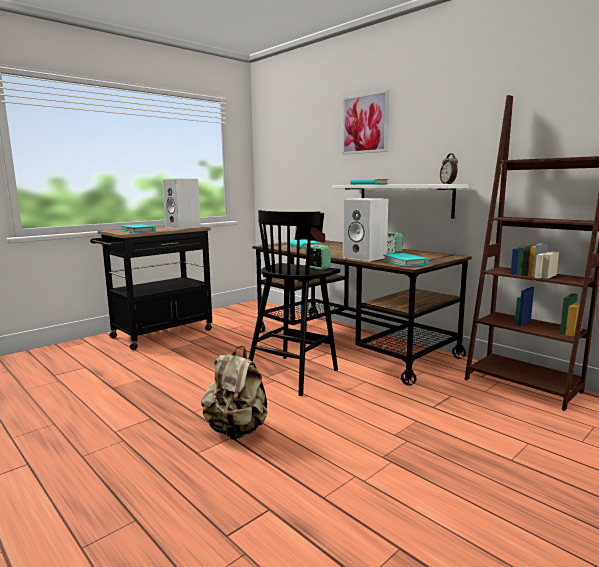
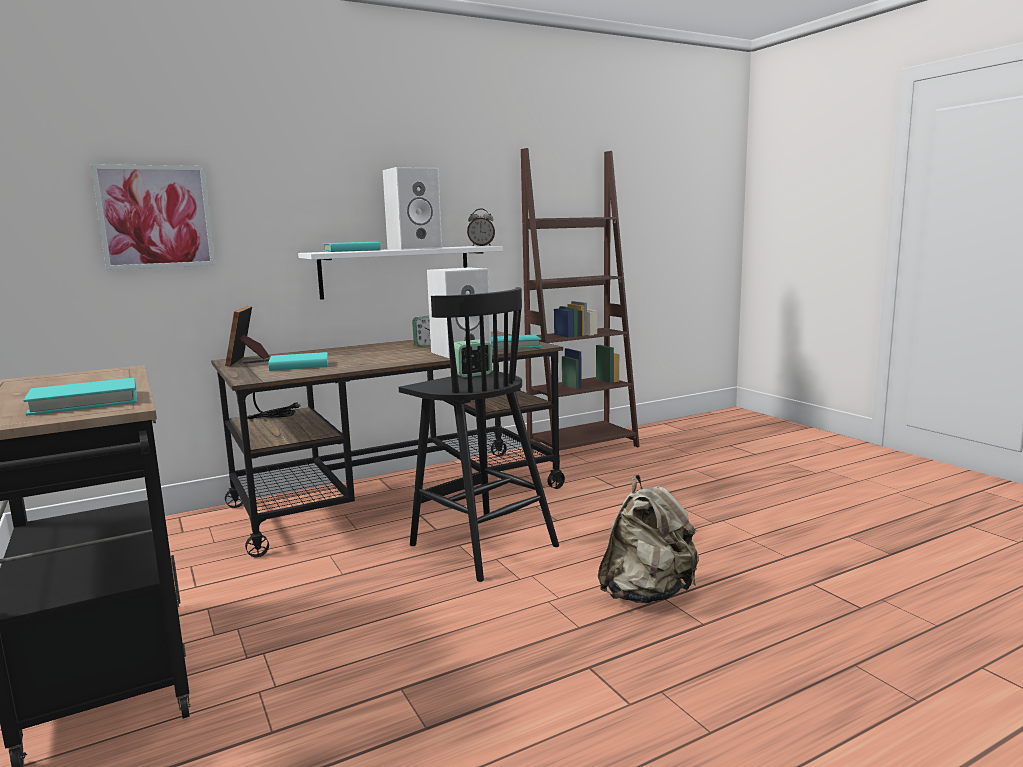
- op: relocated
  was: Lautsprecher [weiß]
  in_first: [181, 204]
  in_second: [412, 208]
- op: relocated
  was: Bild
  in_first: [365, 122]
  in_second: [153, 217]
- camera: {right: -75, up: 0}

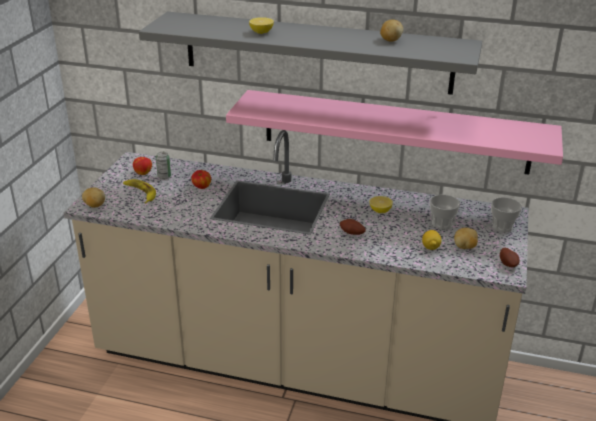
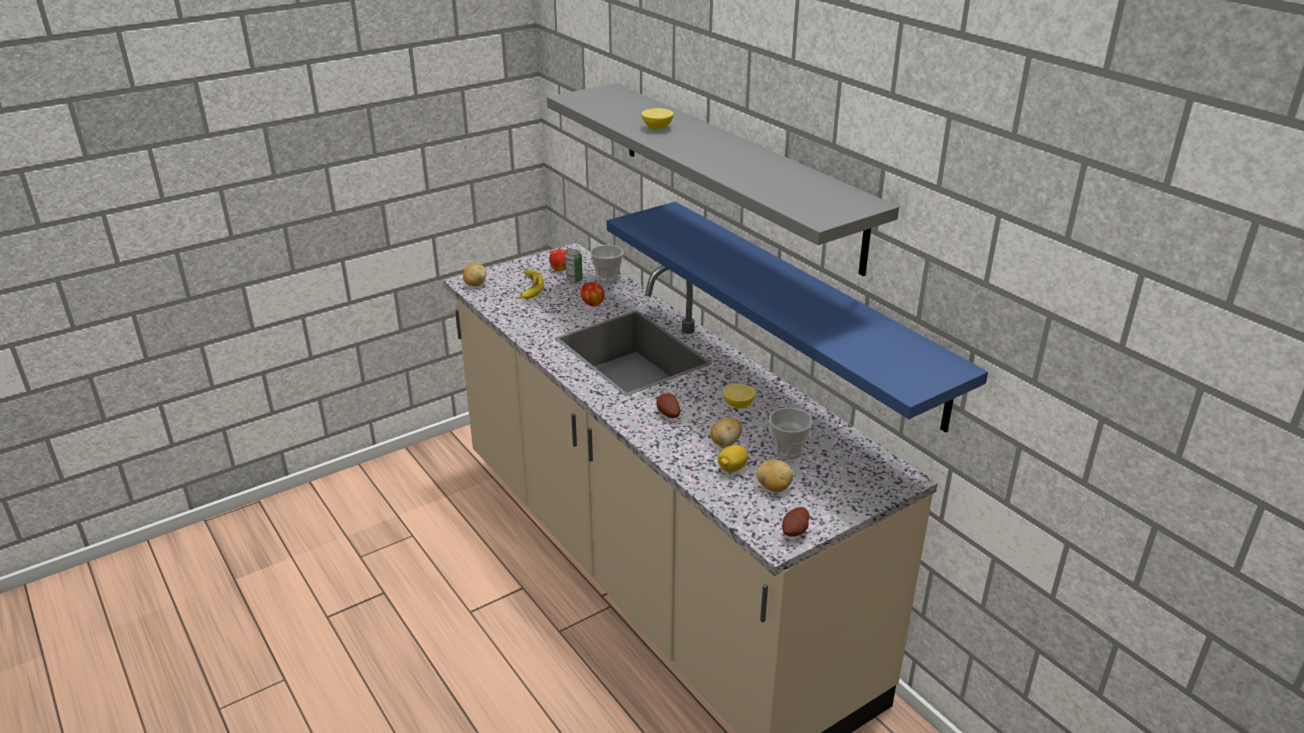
- op: colour
  was: Wandregal [rosa]
  now: Wandregal [blau]
  in_first: [394, 132]
  in_second: [797, 317]
- op: relocated
  was: Kartoffel
  in_first: [391, 30]
  in_second: [726, 432]
- op: relocated
  was: Tasse
  in_first: [506, 215]
  in_second: [606, 264]
- camera: {right: 40, up: 0}

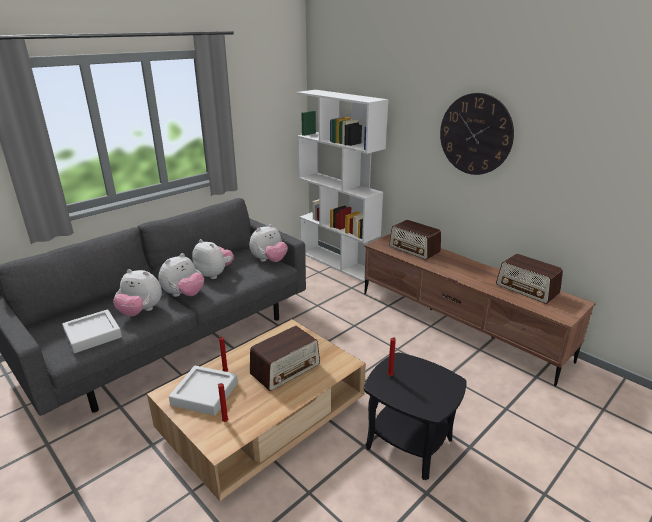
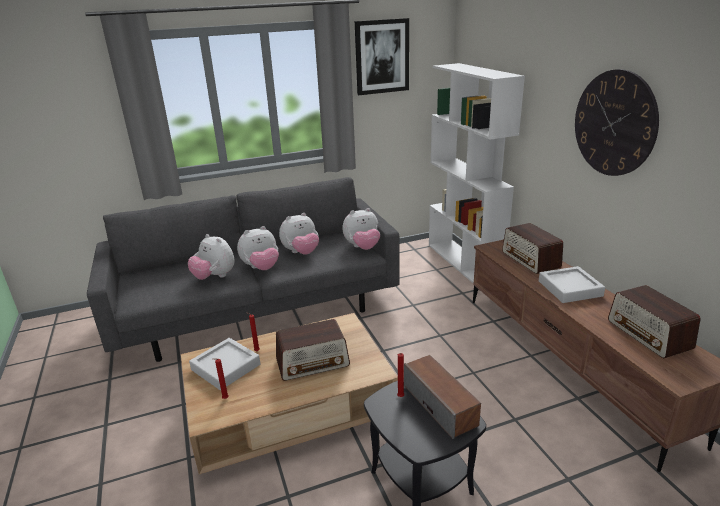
- op: relocated
  was: Tablett [grau]
  in_first: [92, 331]
  in_second: [572, 284]
- op: spun
  was: Plüschtier
  in_first: [213, 259]
  in_second: [299, 234]
  clockwise: 90
- op: appeared
  now: Bild
  in_second: [382, 56]
- op: appeared
  now: Lautsprecher
  in_second: [442, 397]
- camera: {right: 25, up: 0}

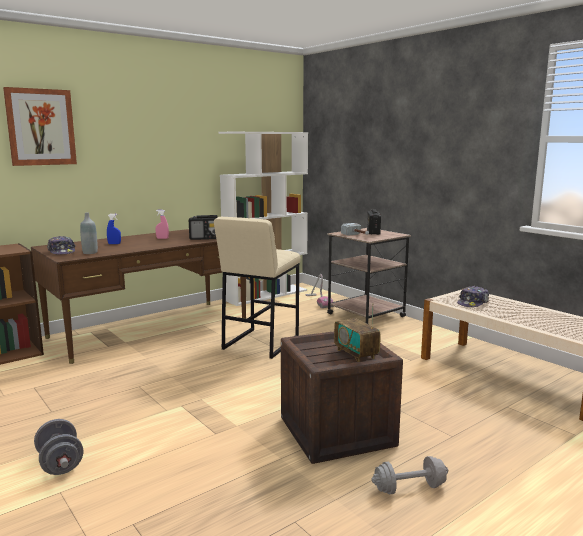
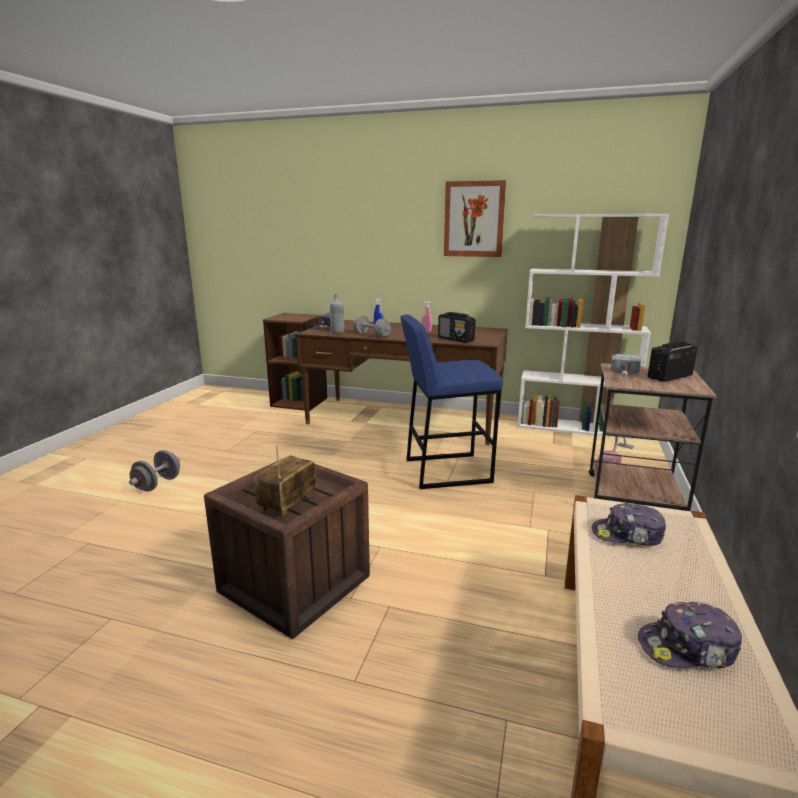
- op: relocated
  was: Bild
  in_first: [40, 126]
  in_second: [475, 218]
- op: colour
  was: Hocker [beige]
  now: Hocker [blau]
  in_first: [257, 288]
  in_second: [451, 401]
- op: relocated
  was: Hantel [grau]
  in_first: [409, 475]
  in_second: [372, 326]
- op: appeared
  now: Kappe
  in_second: [690, 635]
- camera: {right: 55, up: 5}

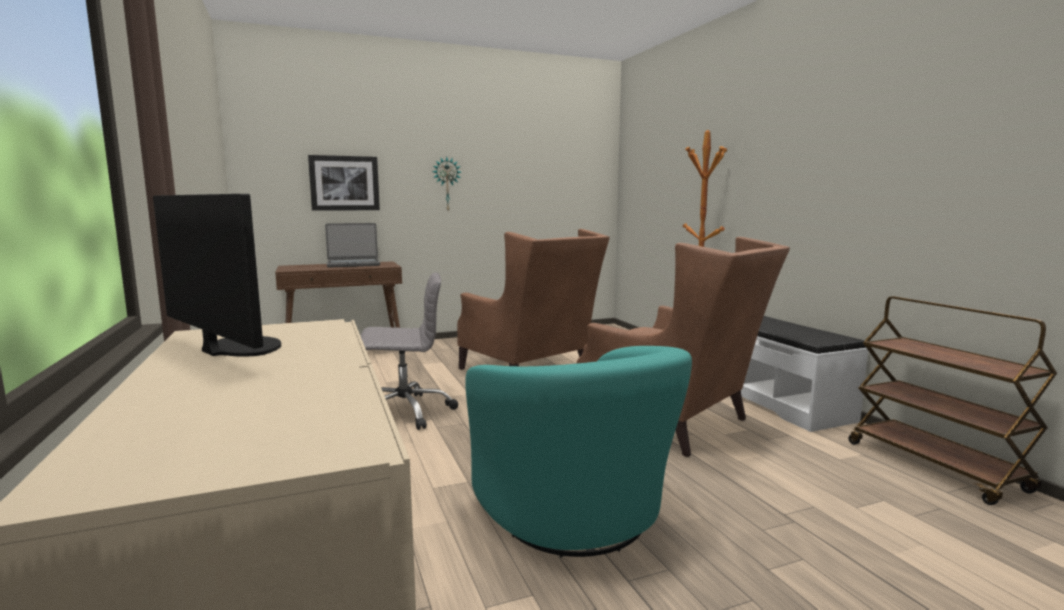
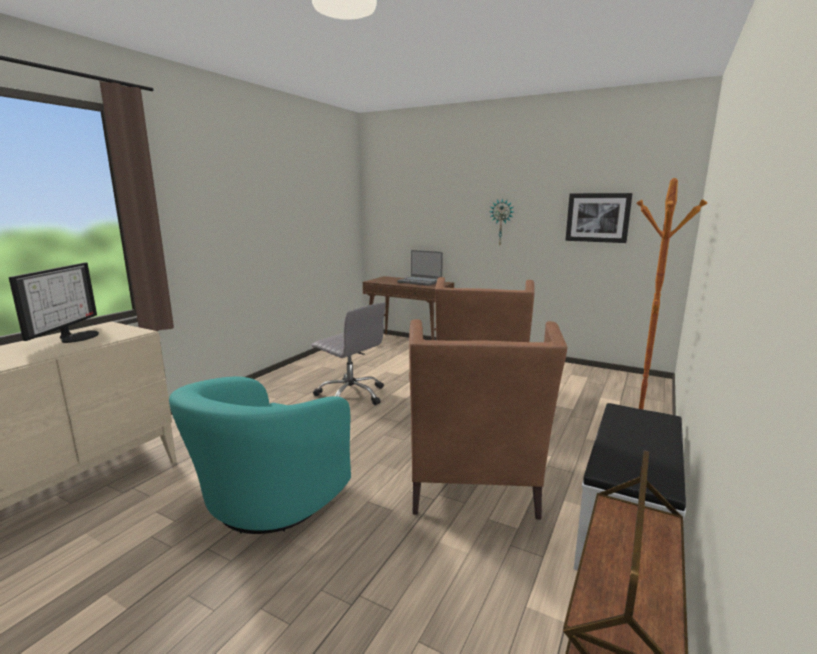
- op: relocated
  was: Bild
  in_first: [344, 183]
  in_second: [599, 218]
- camera: {right: 50, up: 5}

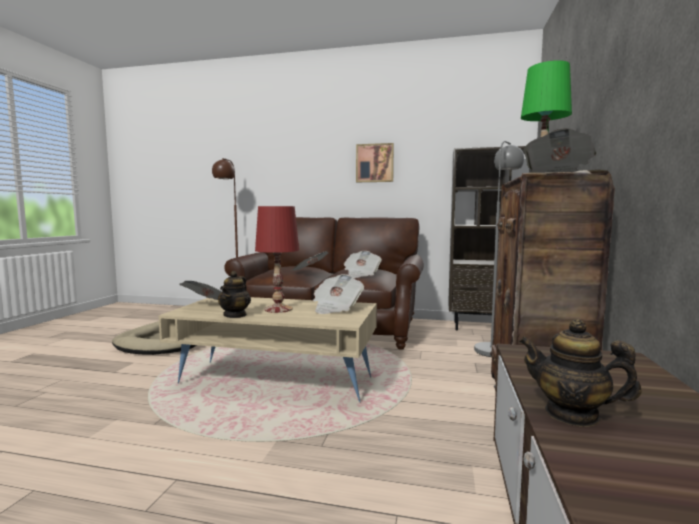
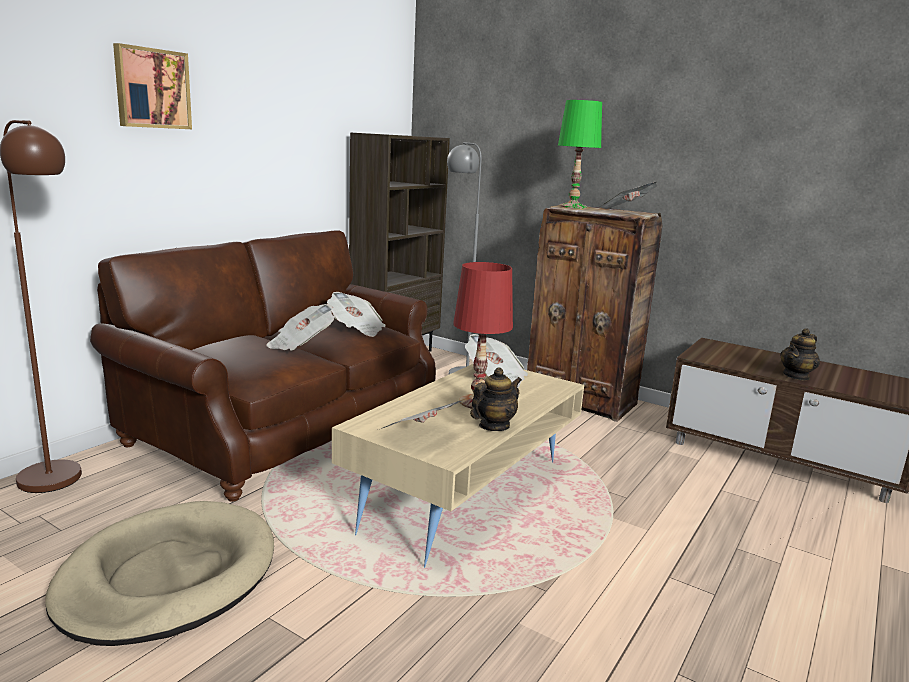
- op: spun
  was: Teekanne
  in_first: [234, 294]
  in_second: [496, 399]
  clockwise: -75
- op: relocated
  was: Bild
  in_first: [375, 162]
  in_second: [152, 86]
- camera: {right: -70, up: 10}

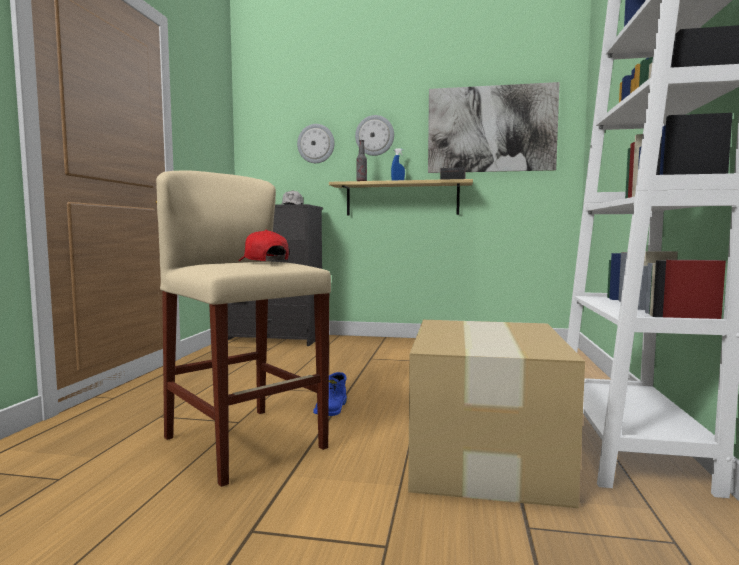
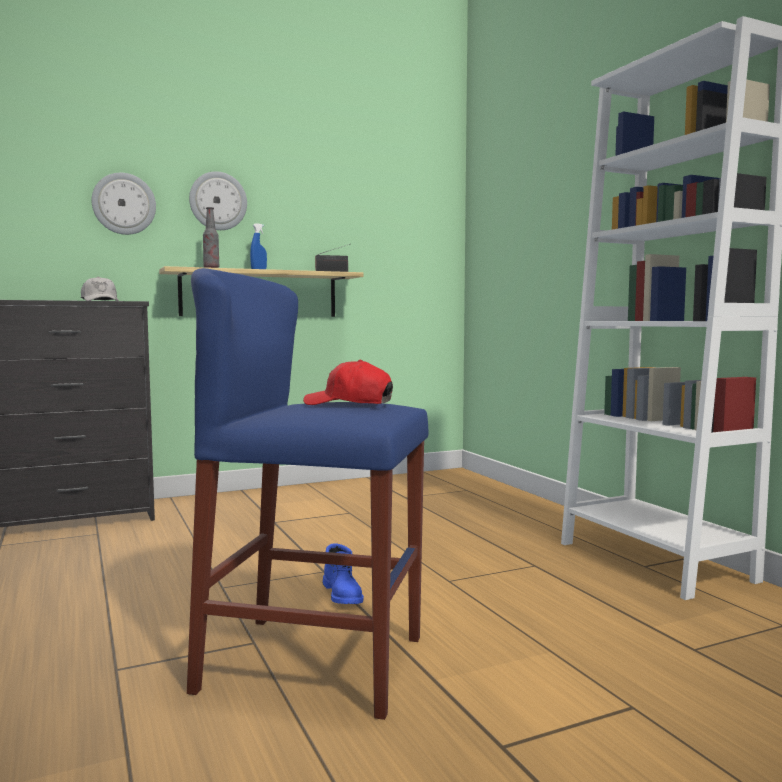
- op: colour
  was: Hocker [beige]
  now: Hocker [blau]
  in_first: [243, 328]
  in_second: [307, 494]
- op: missing
  was: Karton
  in_first: [496, 414]
- op: missing
  was: Bild
  in_first: [494, 127]
- camera: {right: -35, up: 0}

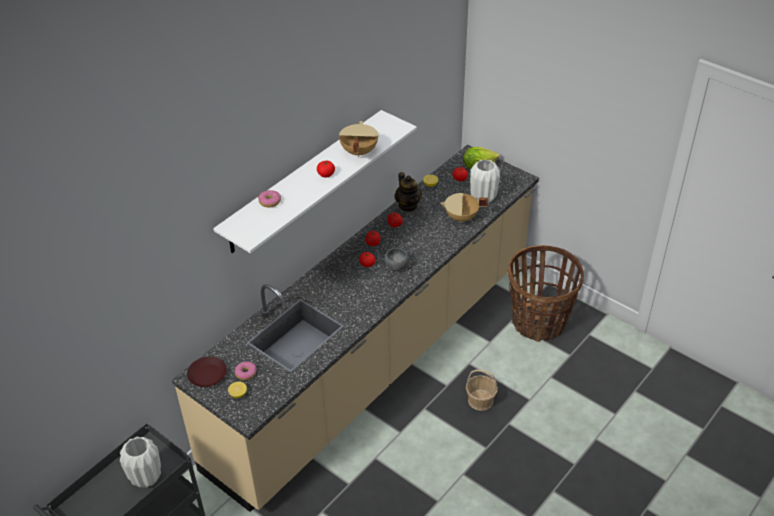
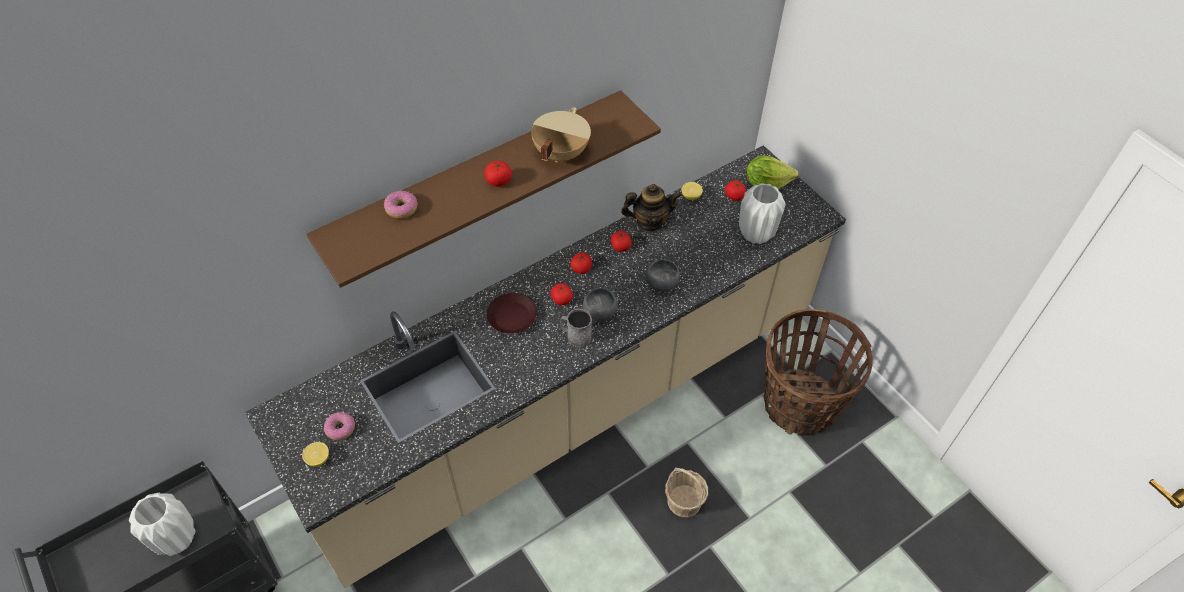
- op: relocated
  was: Teller [braun]
  in_first: [207, 372]
  in_second: [512, 313]
- op: colour
  was: Wandregal [weiß]
  now: Wandregal [braun]
  in_first: [315, 181]
  in_second: [483, 189]
- op: spun
  was: Teekanne
  in_first: [408, 192]
  in_second: [651, 207]
  clockwise: -90
- op: missing
  was: Kochtopf [beige]
  in_first: [464, 208]
- op: appeared
  now: Henkelbecher [grau]
  in_second: [576, 328]
- op: appeared
  now: Schüssel [grau]
  in_second: [663, 275]
- camera: {right: 15, up: 10}

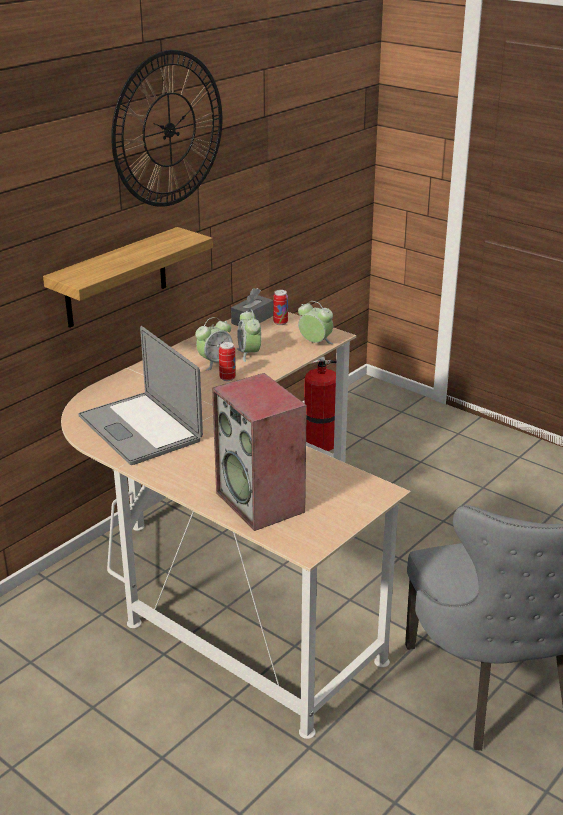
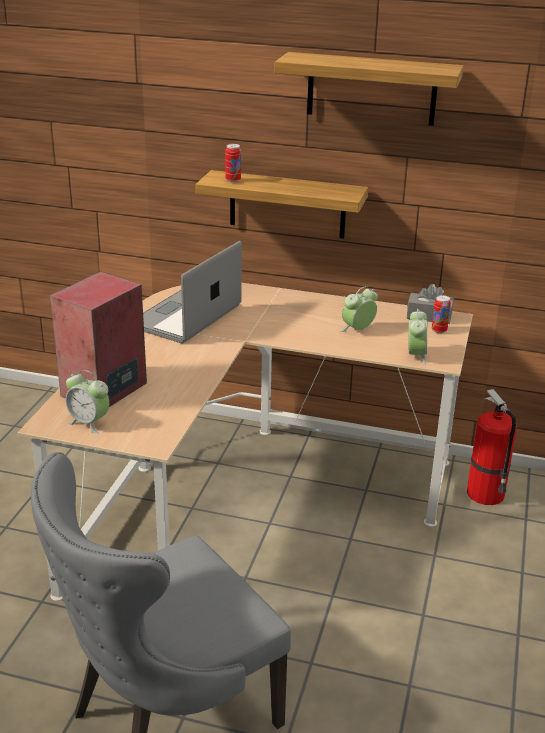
- op: exchanged
  was: Wanduhr
  now: Wandregal
  in_first: [166, 128]
  in_second: [369, 89]
- op: relocated
  was: Wecker
  in_first: [214, 344]
  in_second: [87, 402]
- op: relocated
  was: Dose
  in_first: [227, 361]
  in_second: [233, 163]
- camera: {right: 65, up: 0}

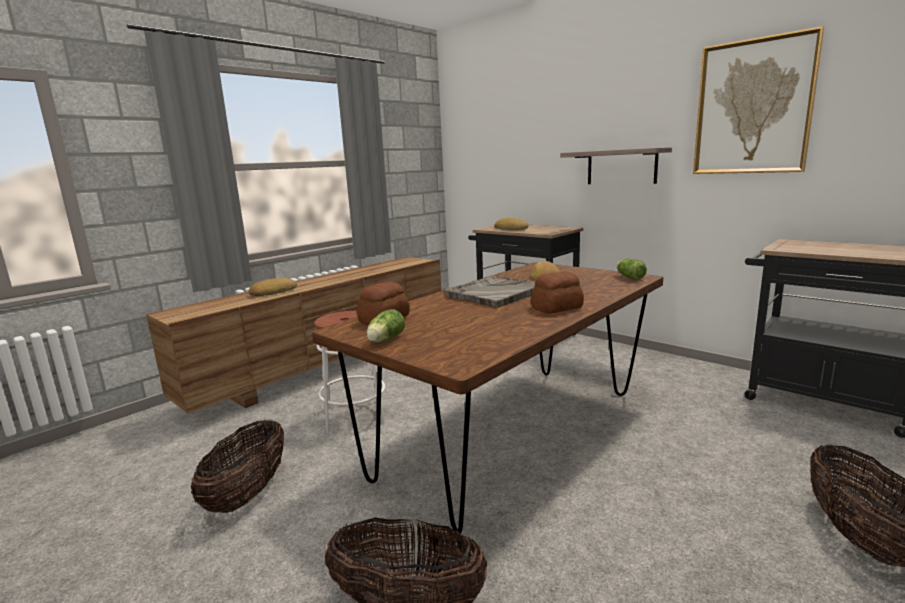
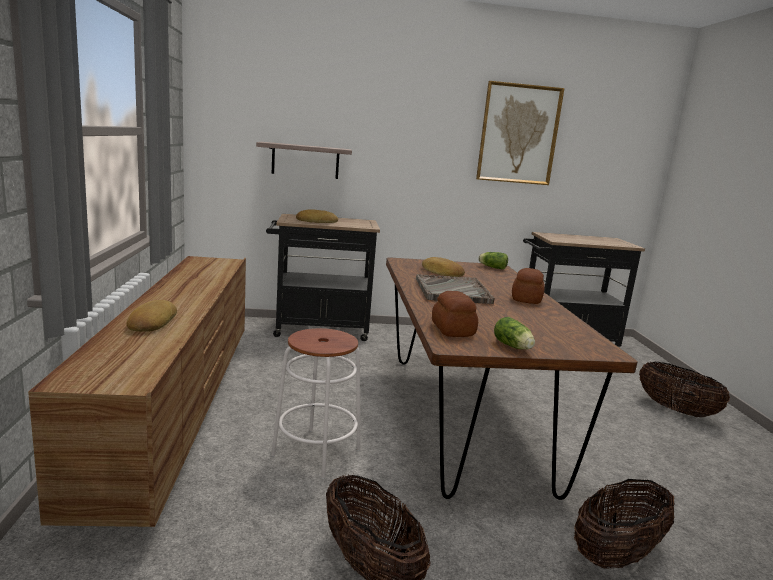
- op: relocated
  was: Wandregal
  in_first: [616, 165]
  in_second: [304, 160]
- camera: {right: -50, up: 0}

